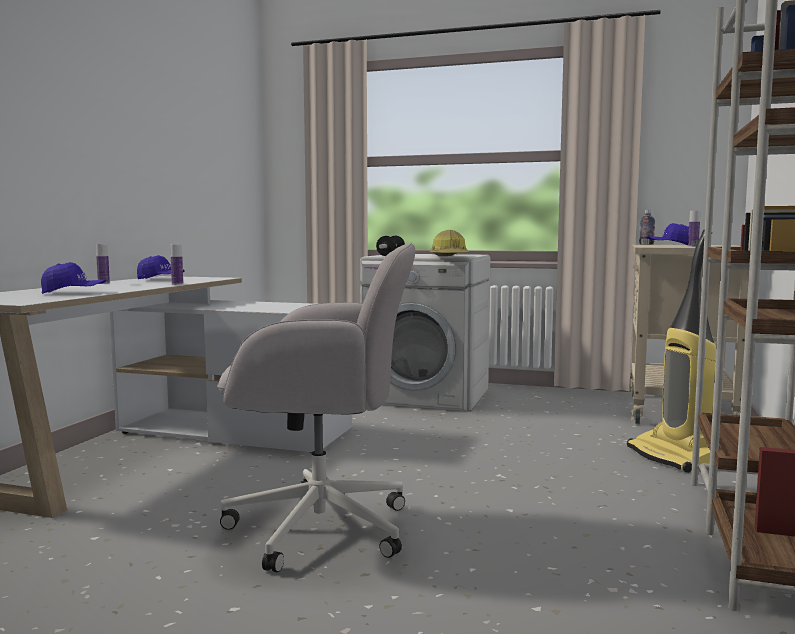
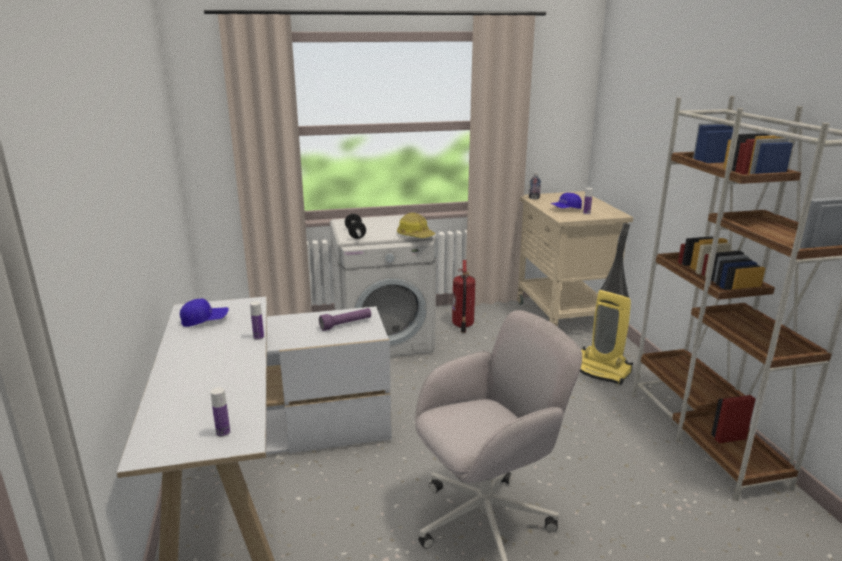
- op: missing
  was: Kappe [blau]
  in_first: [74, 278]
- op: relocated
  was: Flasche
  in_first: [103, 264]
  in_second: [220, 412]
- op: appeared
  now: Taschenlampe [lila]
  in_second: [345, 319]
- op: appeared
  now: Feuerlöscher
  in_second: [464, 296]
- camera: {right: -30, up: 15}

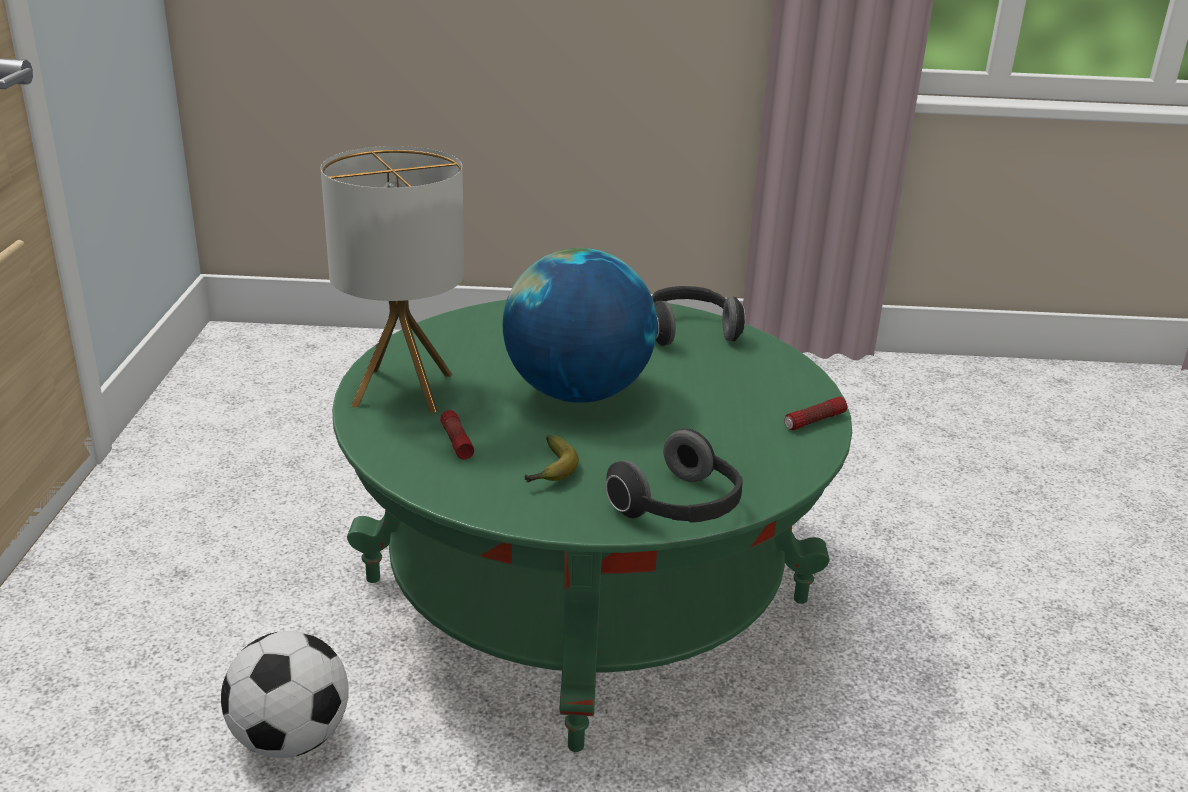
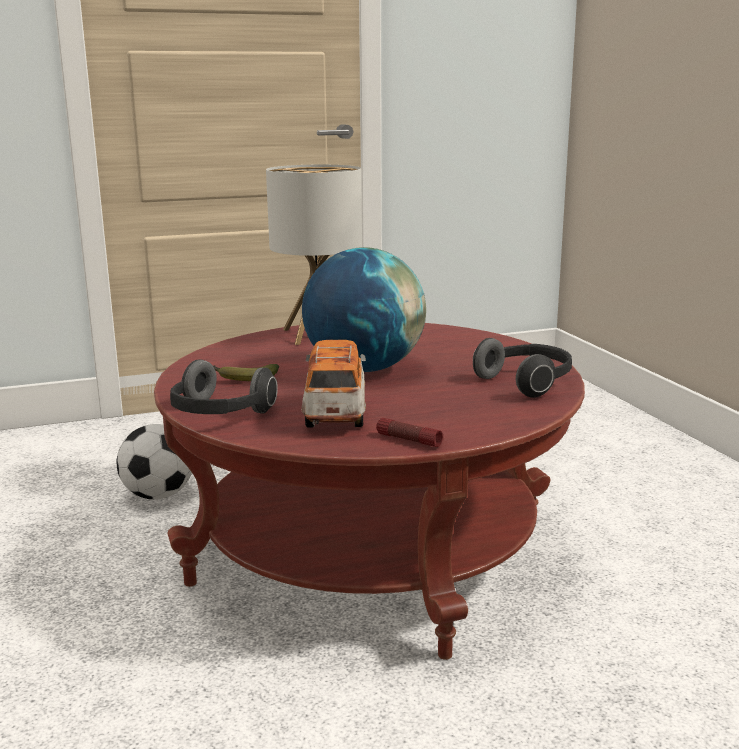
- op: colour
  was: Couchtisch [grün]
  now: Couchtisch [rot]
  in_first: [592, 526]
  in_second: [369, 491]
- op: missing
  was: Taschenlampe
  in_first: [457, 435]
- op: appeared
  now: Spielzeugauto
  in_second: [333, 384]
- camera: {right: 70, up: -10}

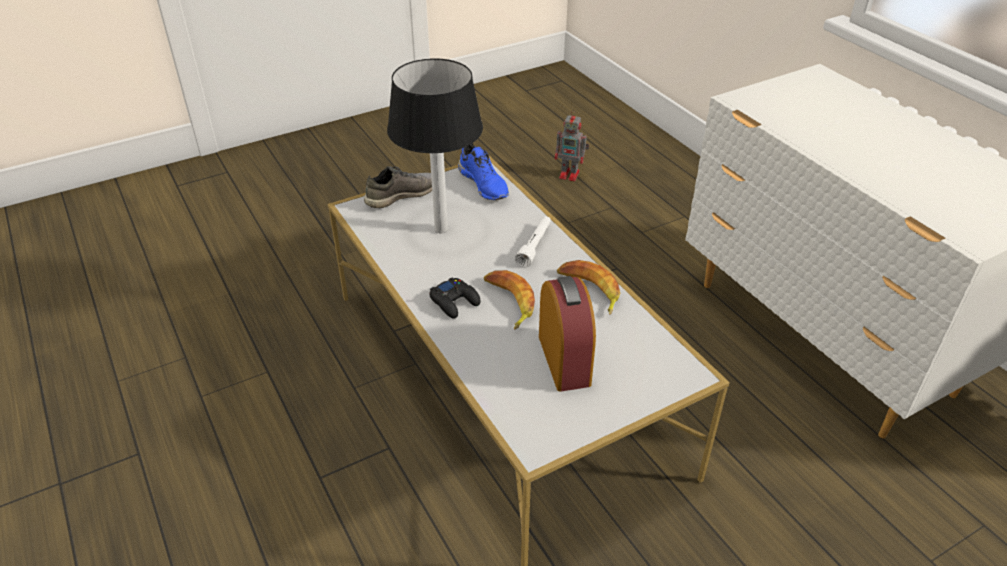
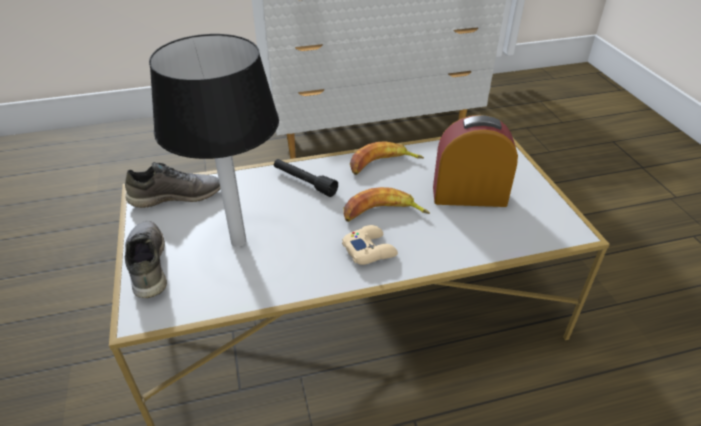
- op: colour
  was: Gamepad [schwarz]
  now: Gamepad [beige]
  in_first: [455, 298]
  in_second: [370, 245]
- op: colour
  was: Schuh [blau]
  now: Schuh [grau]
  in_first: [483, 171]
  in_second: [173, 185]
- op: colour
  was: Taschenlampe [weiß]
  now: Taschenlampe [schwarz]
  in_first: [533, 241]
  in_second: [306, 178]
- op: missing
  was: Spielzeugroboter
  in_first: [572, 145]
- camera: {right: -75, up: 0}

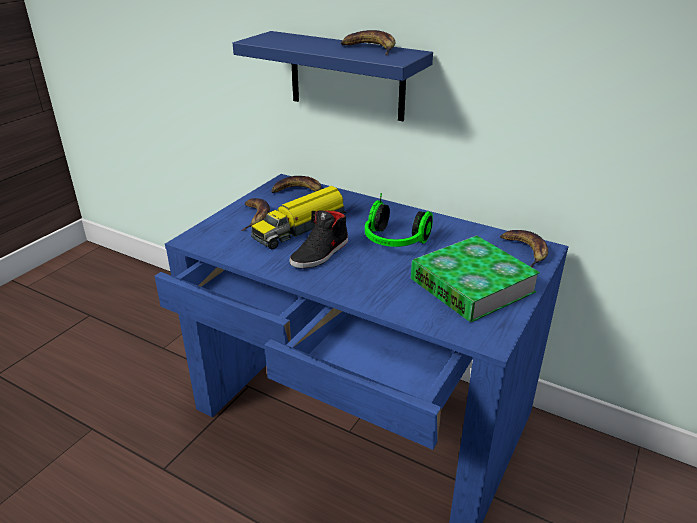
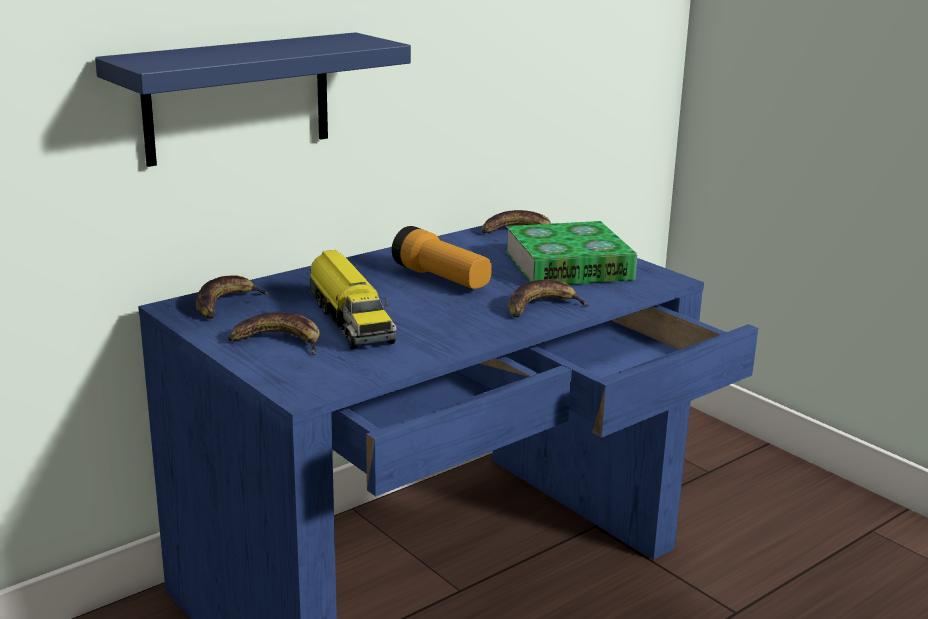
- op: missing
  was: Schuh [schwarz]
  in_first: [319, 239]
- op: relocated
  was: Banane
  in_first: [368, 42]
  in_second: [548, 298]
- op: exchanged
  was: Kopfhörer
  now: Taschenlampe
  in_first: [399, 220]
  in_second: [442, 257]
- camera: {right: -70, up: -10}

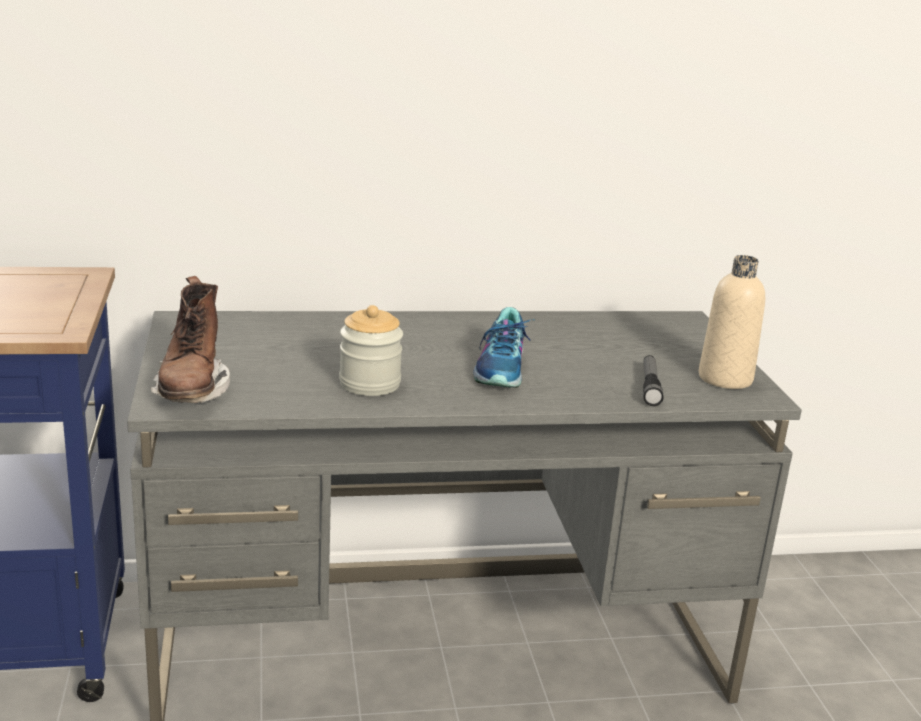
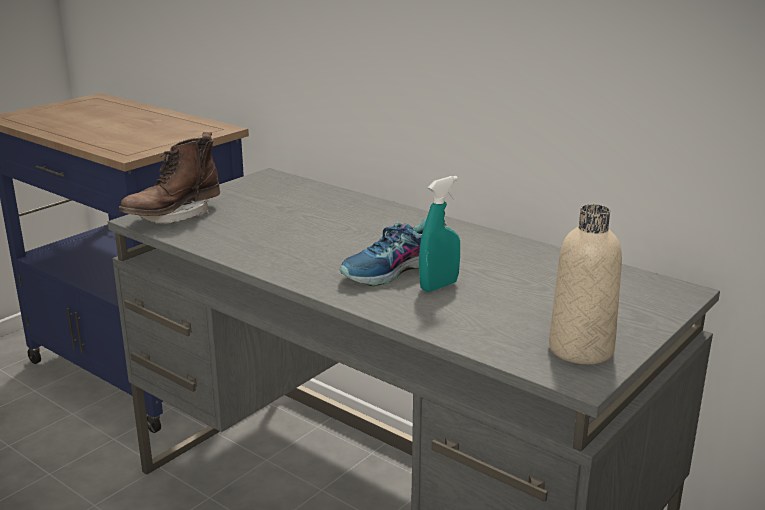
- op: missing
  was: Vorratsglas
  in_first: [371, 350]
- op: missing
  was: Taschenlampe
  in_first: [653, 380]
- op: appeared
  now: Sprühflasche [türkis]
  in_second: [439, 234]
- camera: {right: 50, up: 0}

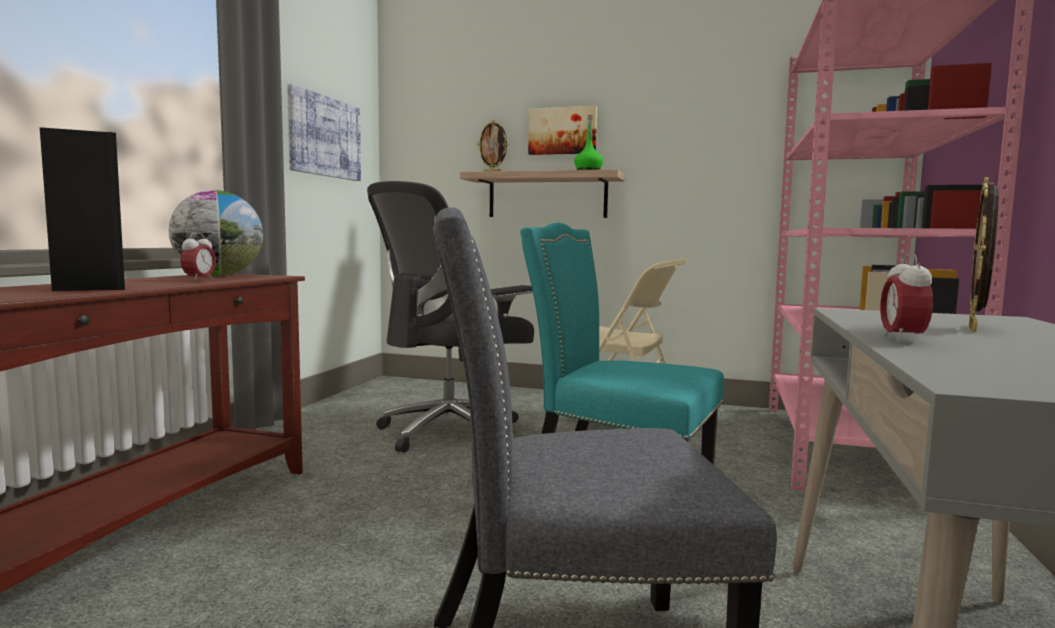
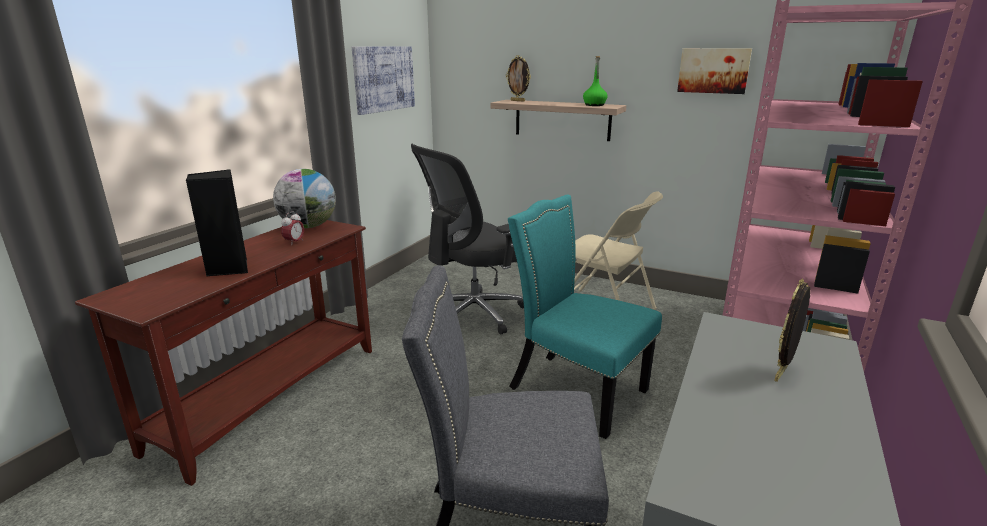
- op: relocated
  was: Bild
  in_first: [562, 130]
  in_second: [714, 71]
- op: missing
  was: Wecker
  in_first: [906, 298]
- camera: {right: 10, up: 15}

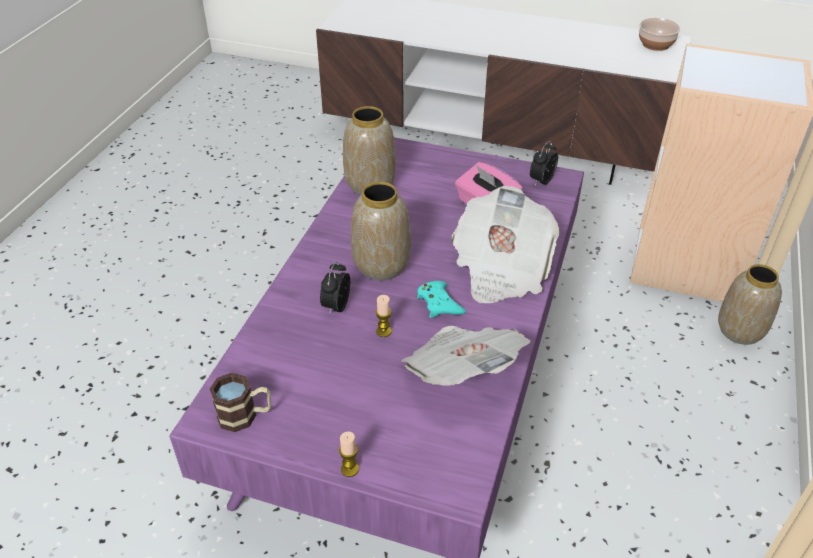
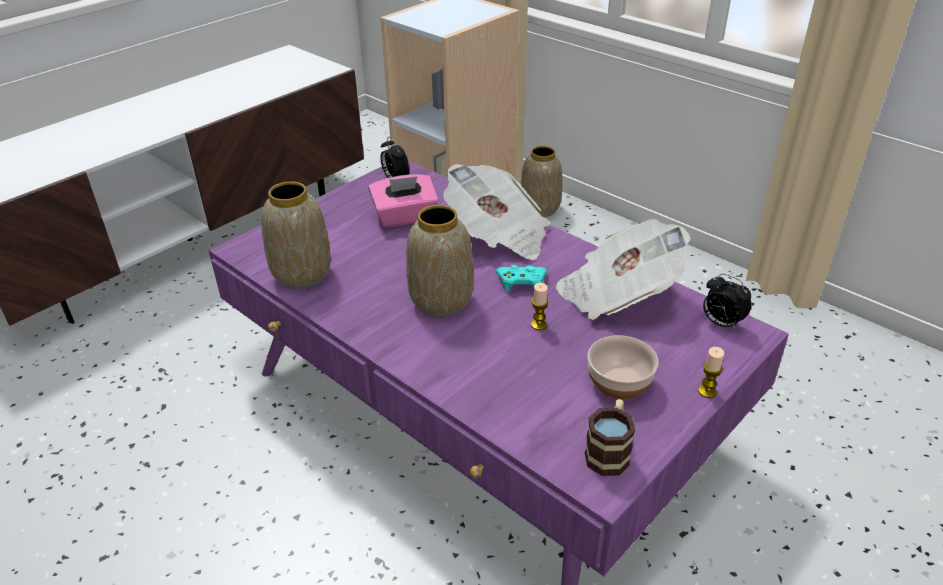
- op: relocated
  was: Wecker
  in_first: [335, 288]
  in_second: [727, 302]
- op: relocated
  was: Schüssel
  in_first: [660, 34]
  in_second: [623, 367]
- camera: {right: -65, up: -5}

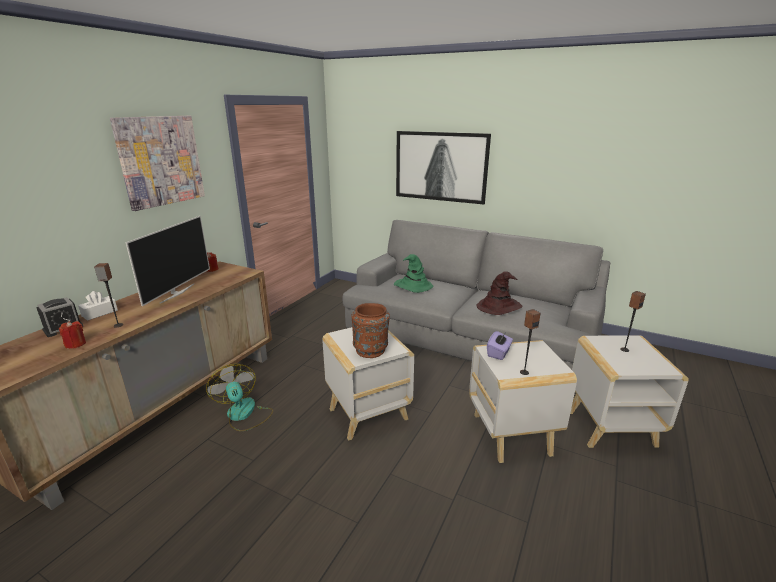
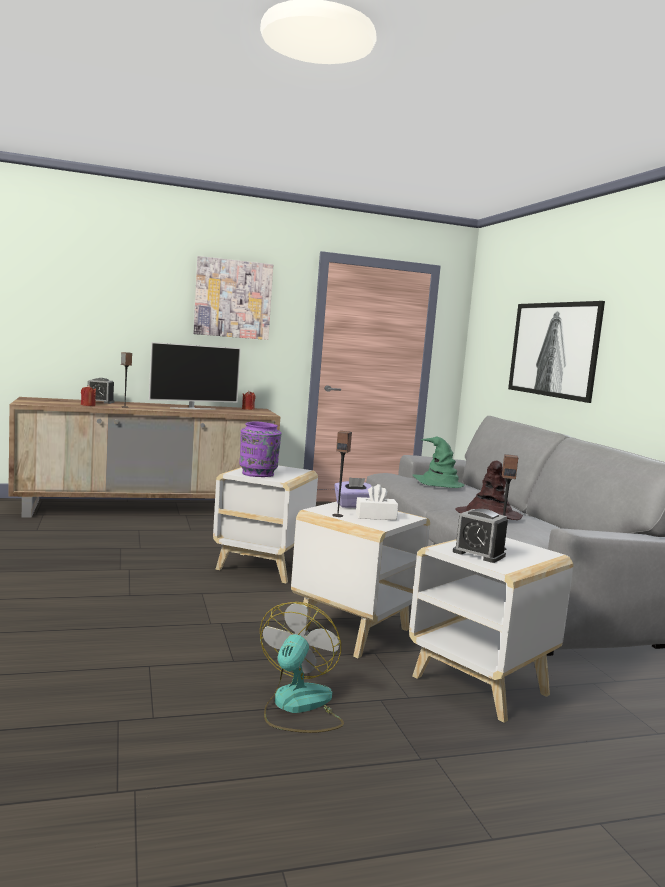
- op: relocated
  was: Taschentuchbox [weiß]
  in_first: [98, 305]
  in_second: [377, 502]
- op: relocated
  was: Ventilator
  in_first: [239, 397]
  in_second: [302, 667]
- op: colour
  was: Vase [braun]
  now: Vase [lila]
  in_first: [370, 330]
  in_second: [260, 449]
- op: appeared
  now: Wecker
  in_second: [480, 536]
- camera: {right: 45, up: -15}

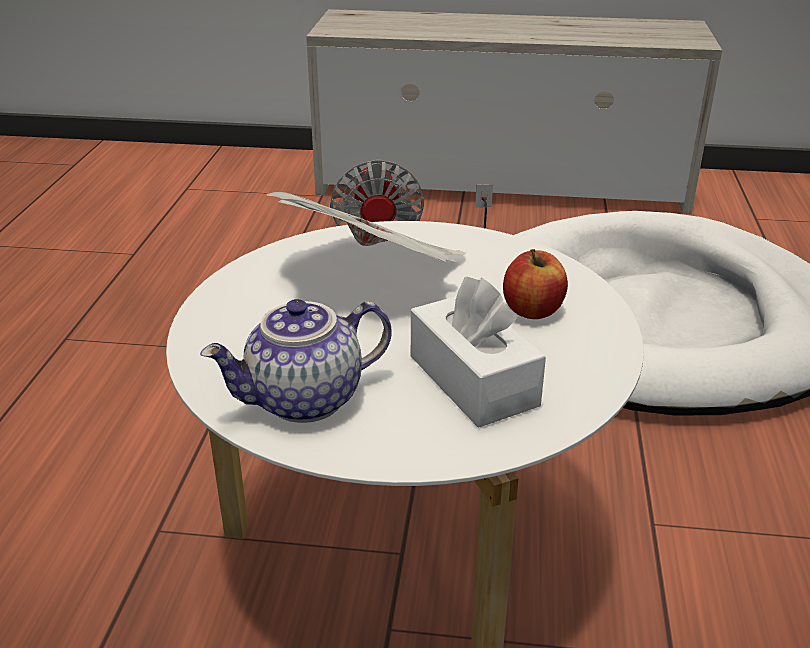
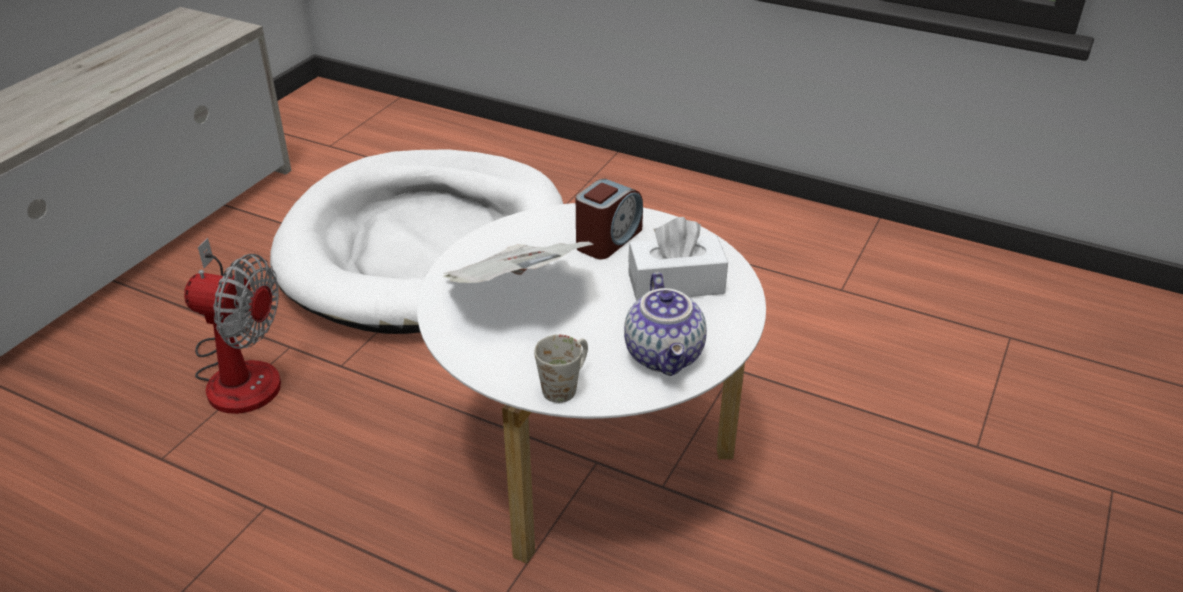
- op: exchanged
  was: Apfel
  now: Wecker
  in_first: [535, 284]
  in_second: [609, 219]
- op: appeared
  now: Henkelbecher [weiß]
  in_second: [561, 369]
- camera: {right: -70, up: 5}

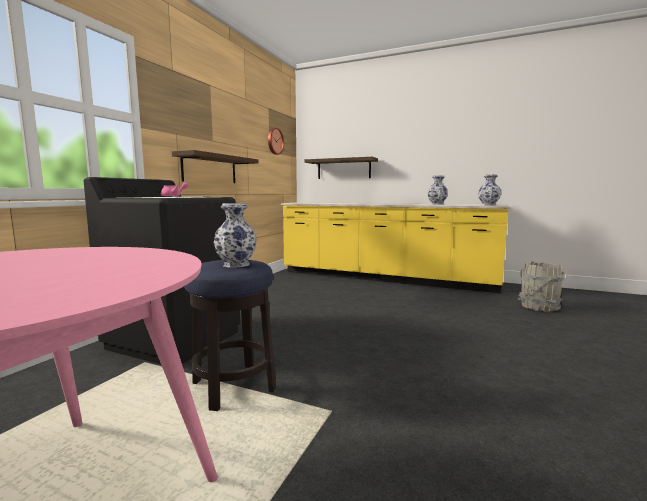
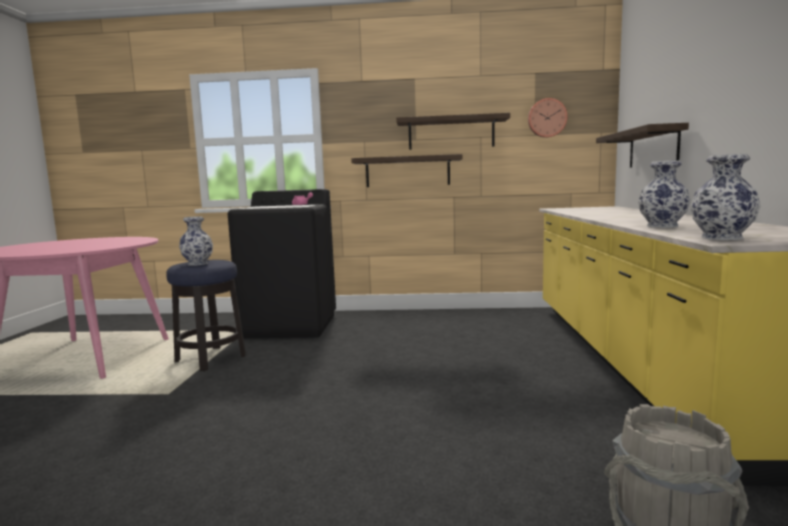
- op: appeared
  now: Wandregal
  in_second: [453, 131]
- camera: {right: 70, up: 0}

